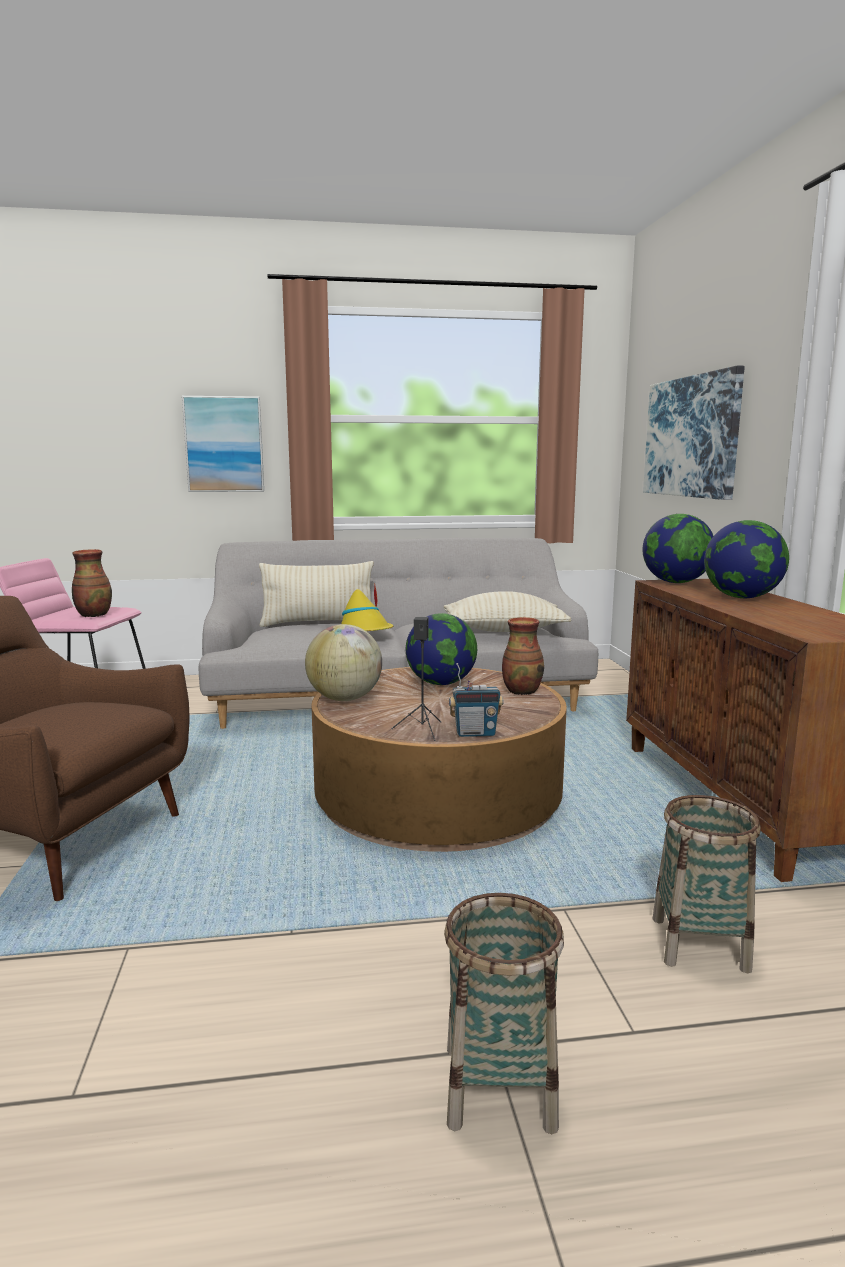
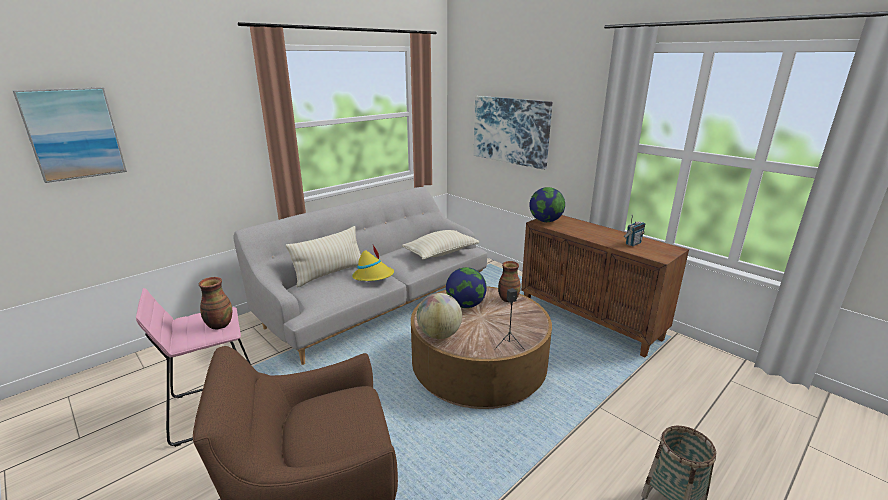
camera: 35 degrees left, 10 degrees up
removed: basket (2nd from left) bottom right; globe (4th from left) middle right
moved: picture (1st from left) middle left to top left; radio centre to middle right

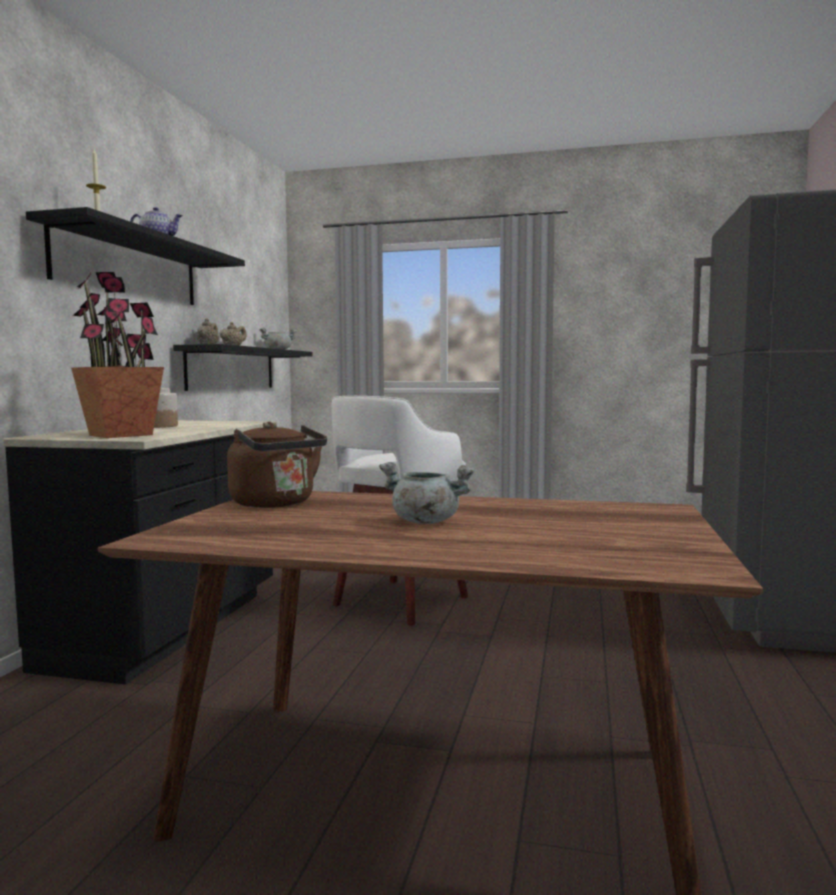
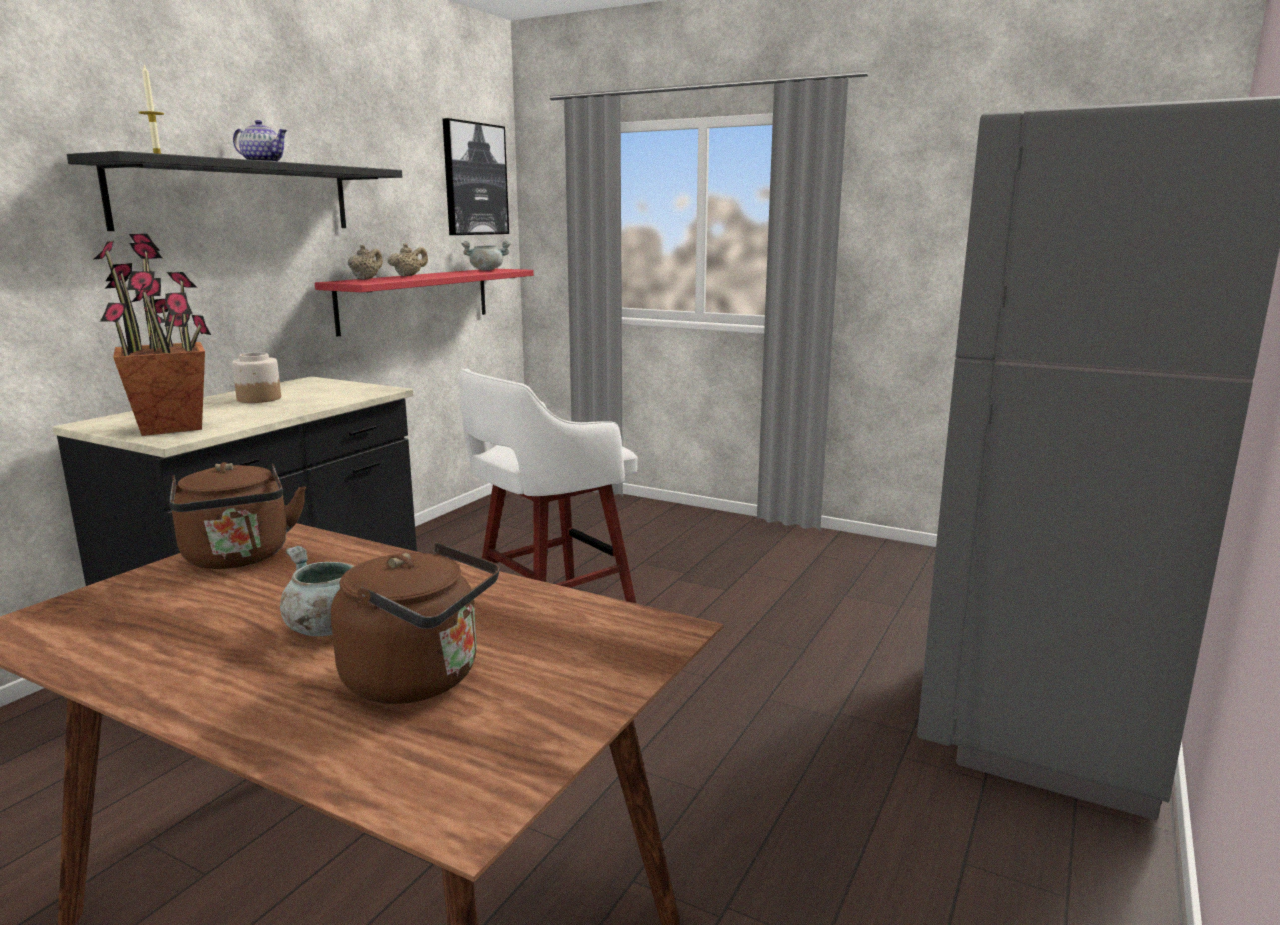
camera: 15 degrees right, 10 degrees up
added: kettle (brown) (2nd from left) bottom left; picture top centre
recoloured: shelf (black) (2nd from left) middle left to shelf (red) top left

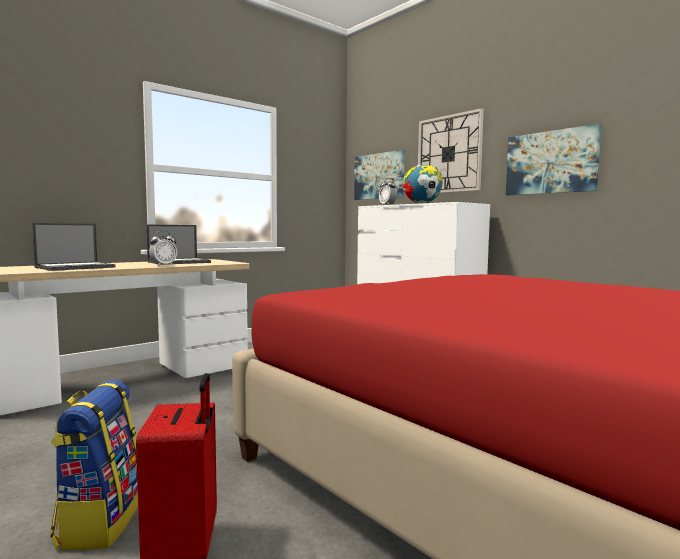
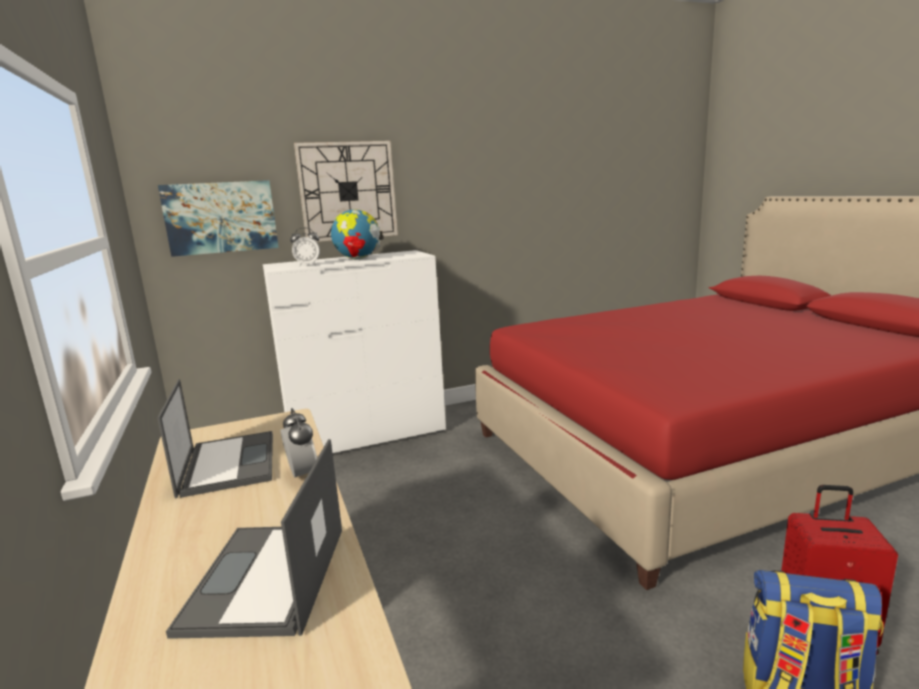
camera: 70 degrees left, 10 degrees up
removed: picture (2nd from left) top right
turned: laptop (1st from left in the first image) middle left = bottom left 150 degrees counterclockwise

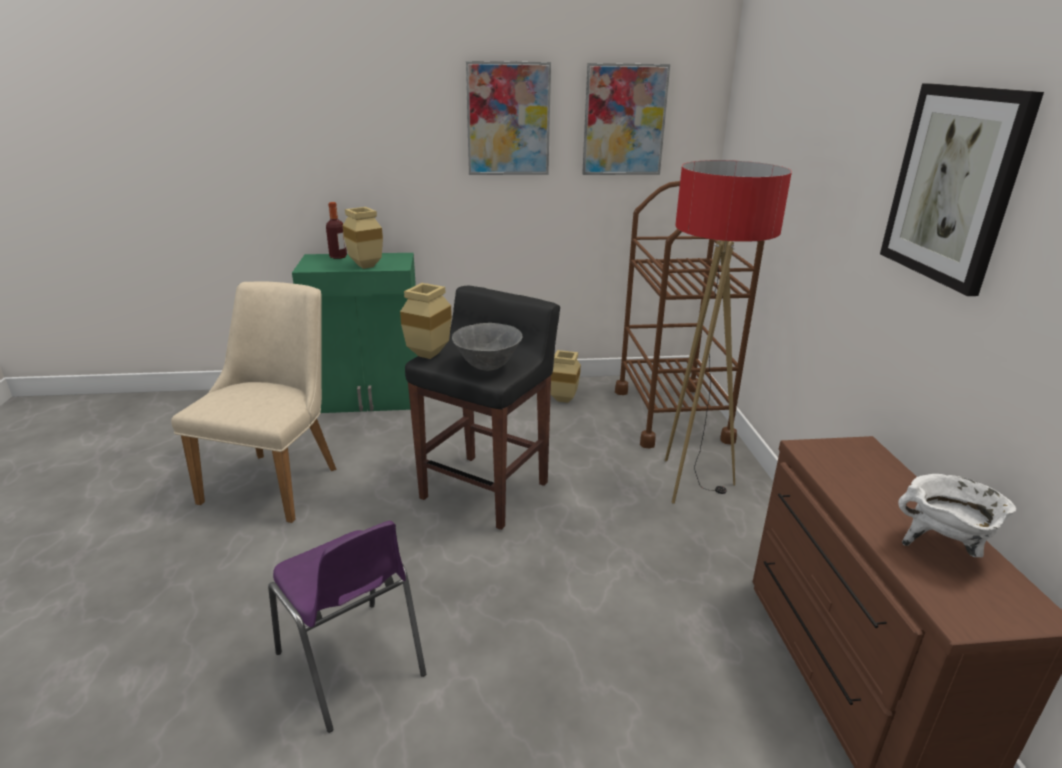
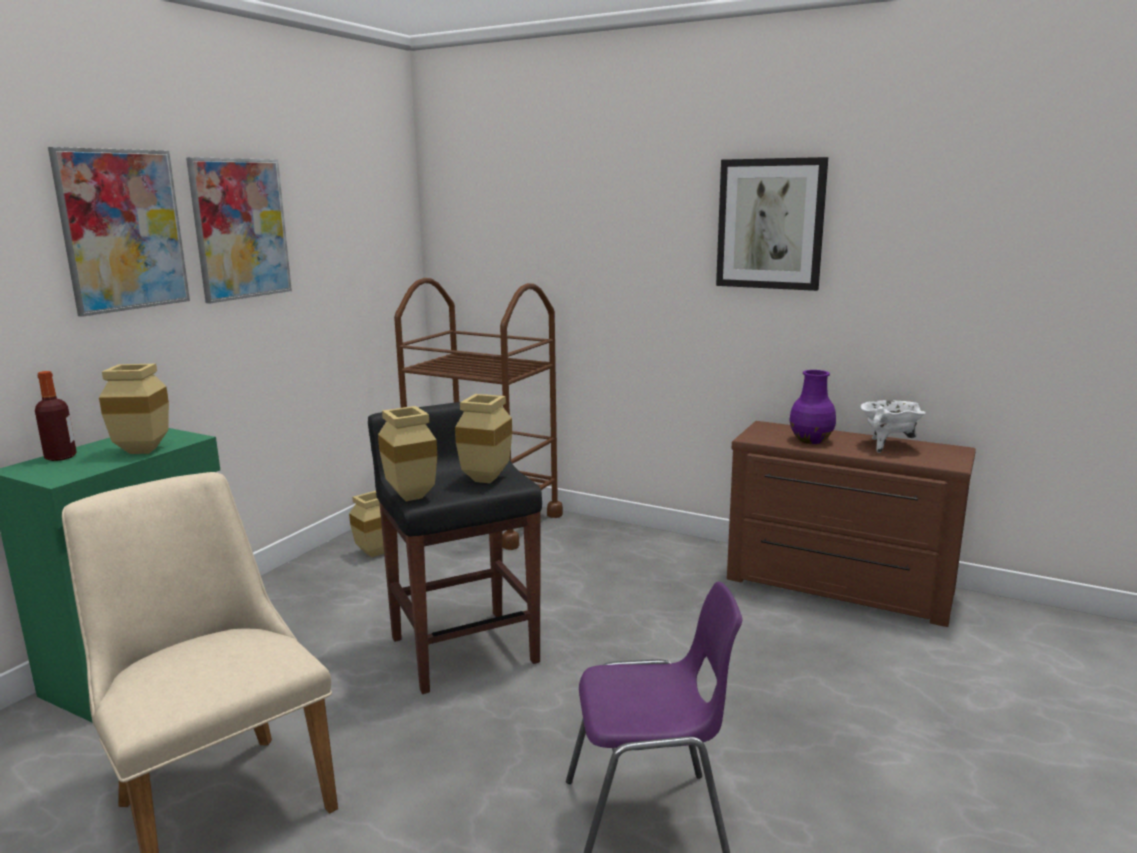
camera: 55 degrees left, 10 degrees down
removed: floor lamp middle right
added: vase (purple) middle right
moved: picture (2nd from left in the first image) top centre to picture (1st from left) top left
replaced: bowl (grey) centre to vase (beige) (4th from left) centre

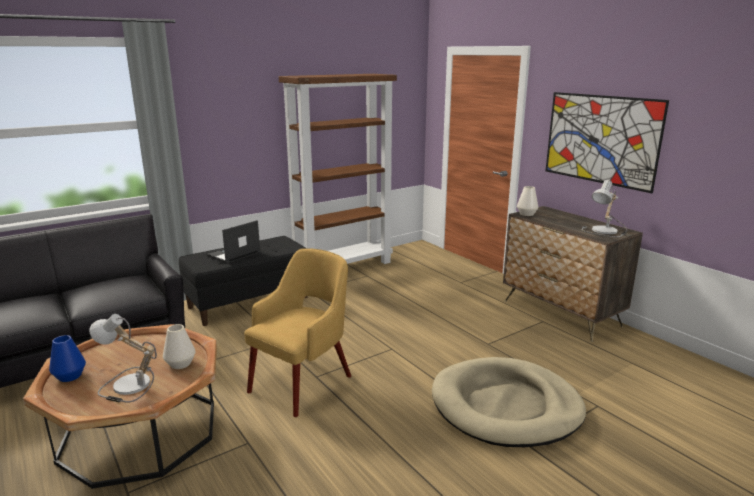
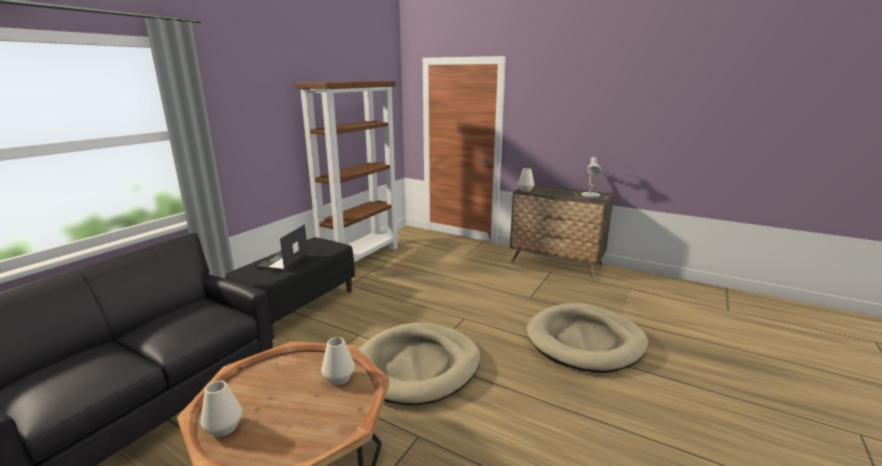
camera: 25 degrees left, 0 degrees up
removed: table lamp (1st from left) bottom left; picture top right
replaced: armchair (yellow) bottom centre to dog bed (beige) (1st from left) bottom centre
recoloured: vase (blue) bottom left to vase (white) (1st from left) bottom left

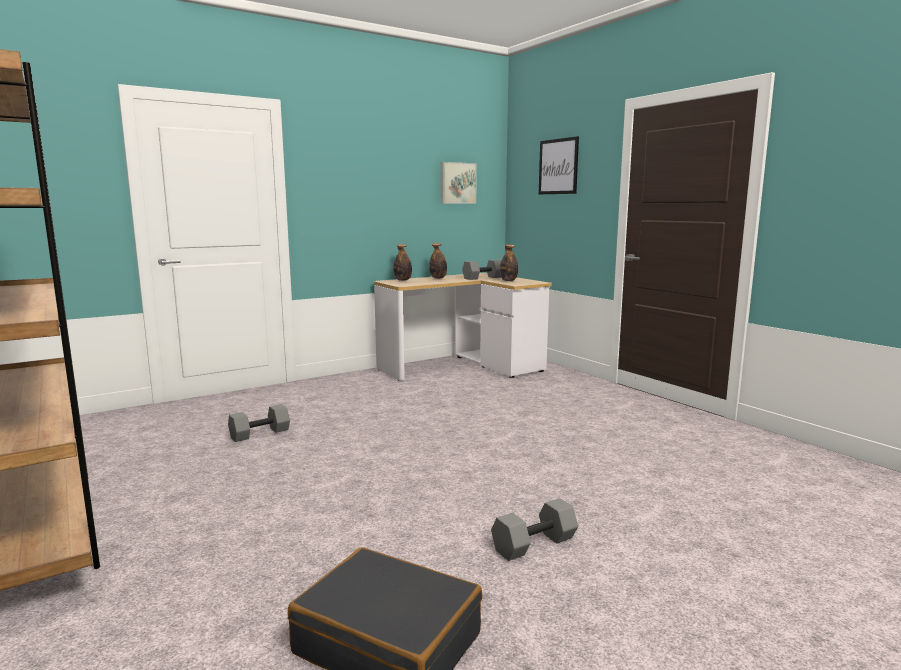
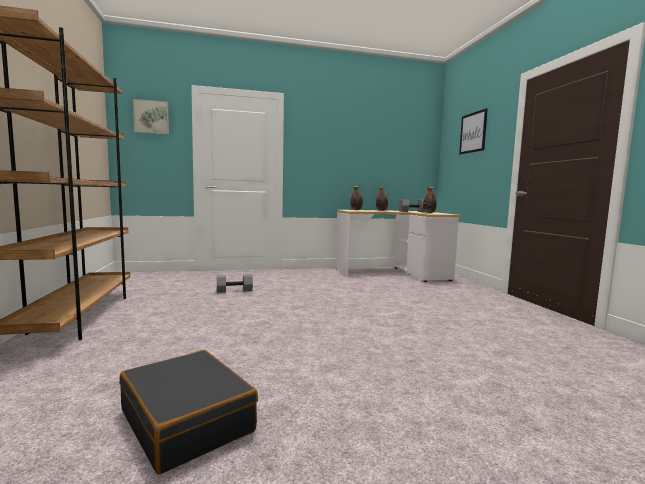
camera: 20 degrees right, 5 degrees down
removed: dumbbell (grey) (3rd from left) bottom centre
moved: picture (1st from left) top centre to top left

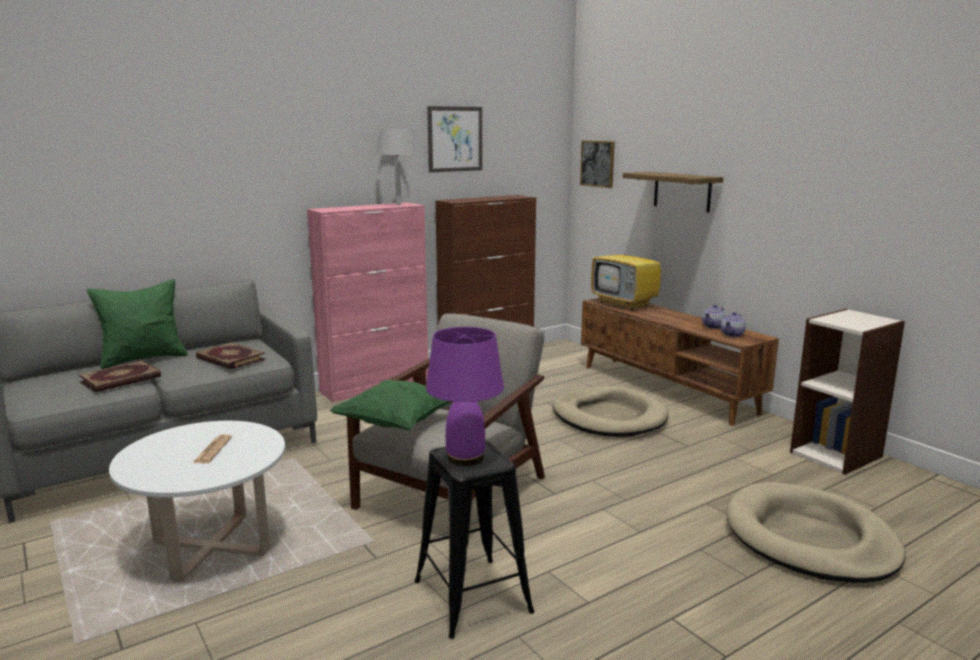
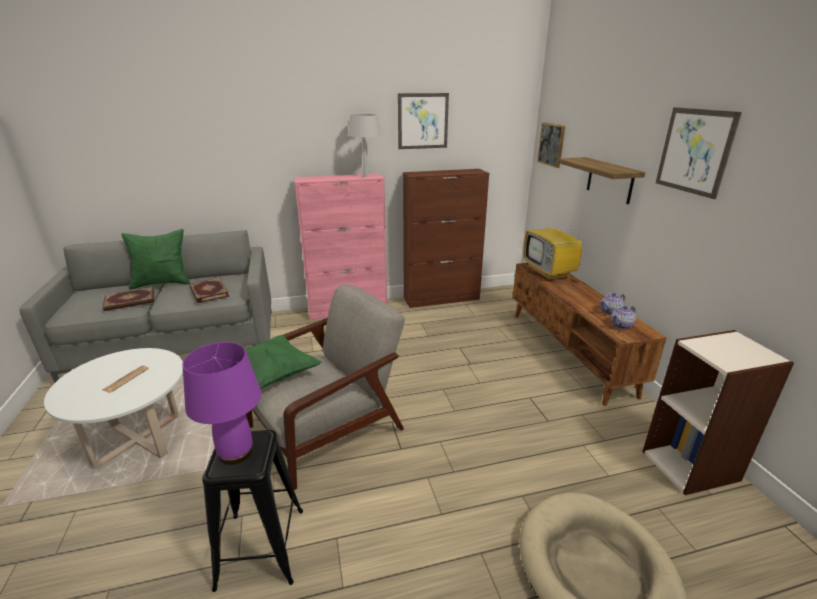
camera: 20 degrees right, 10 degrees up
removed: dog bed (beige) (1st from left) centre
added: picture (3rd from left) top right

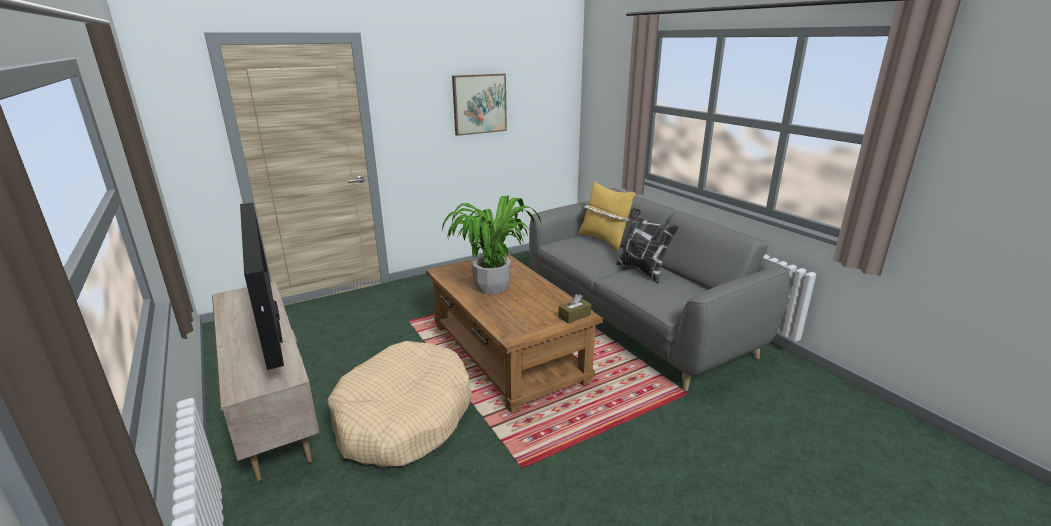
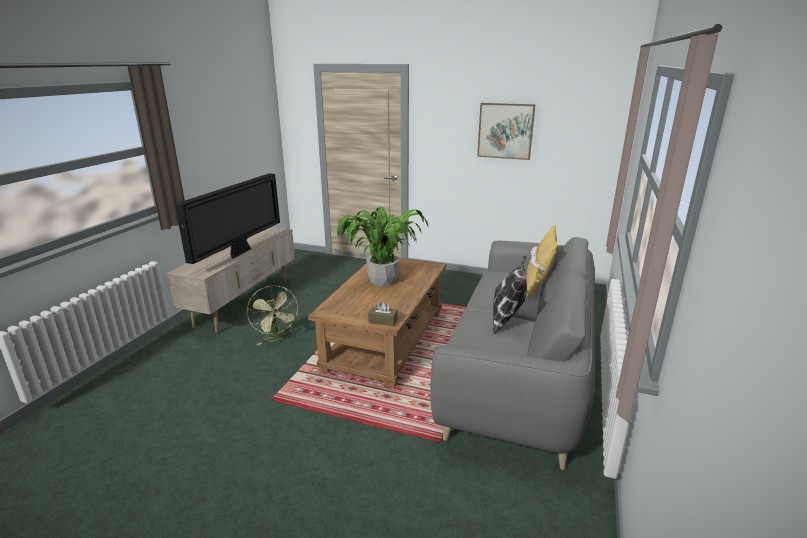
camera: 50 degrees right, 0 degrees up
replaced: dog bed (beige) bottom centre to fan (green) centre

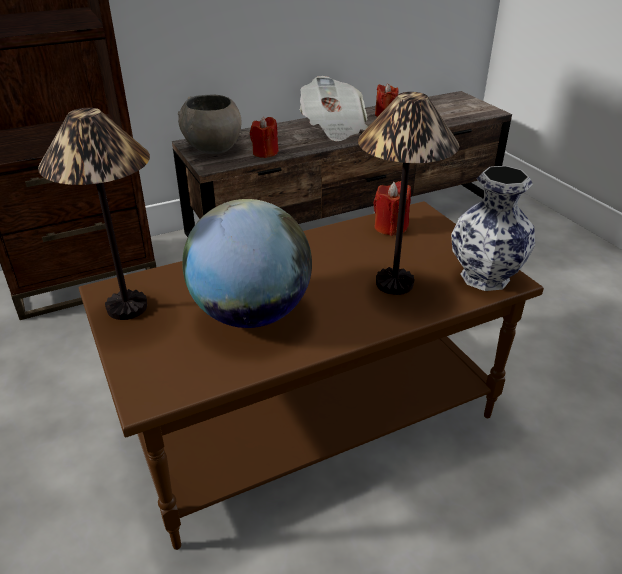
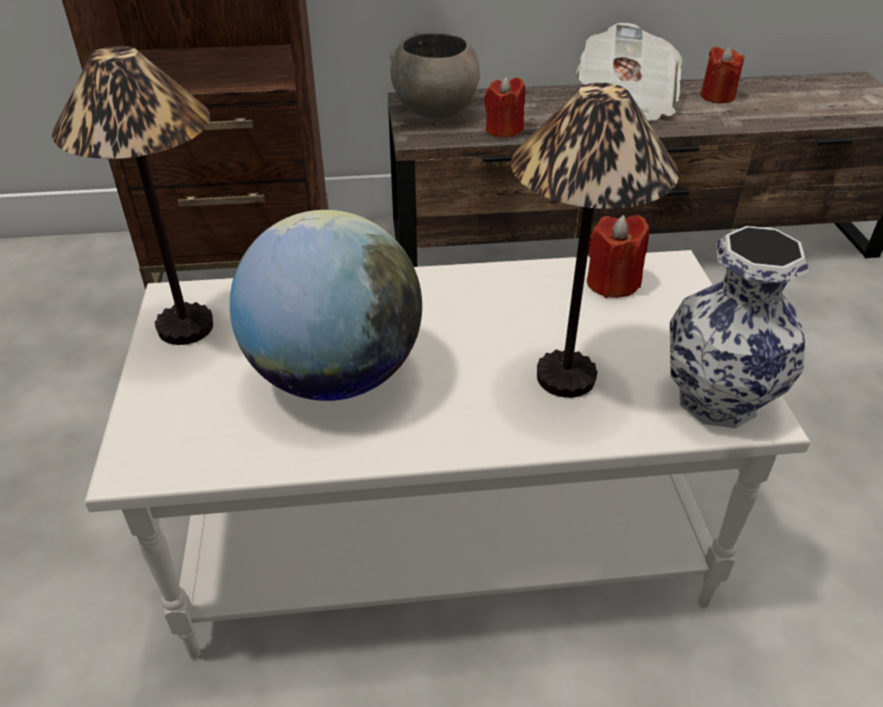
camera: 20 degrees right, 5 degrees up
recoloured: coffee table (brown) centre to coffee table (white) centre

